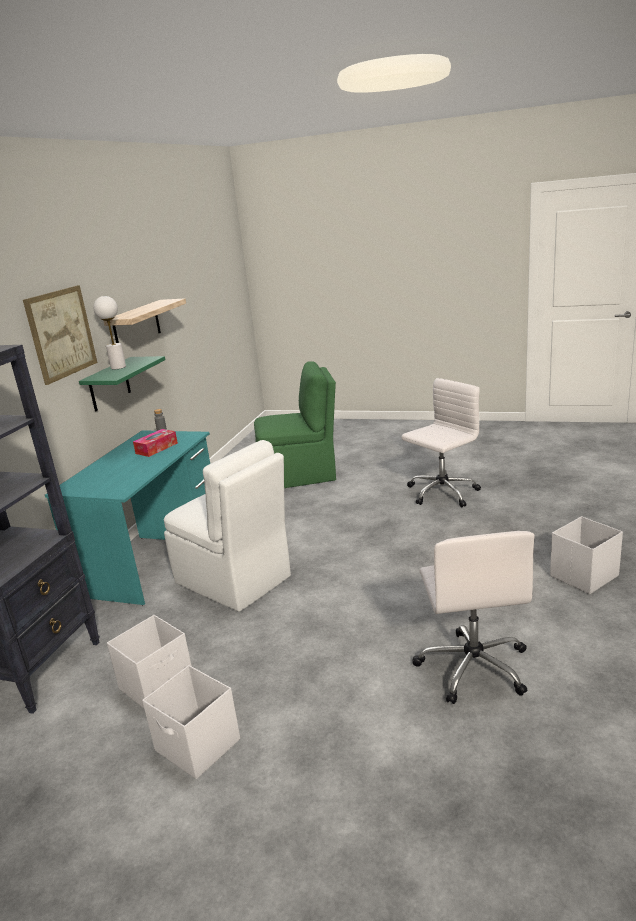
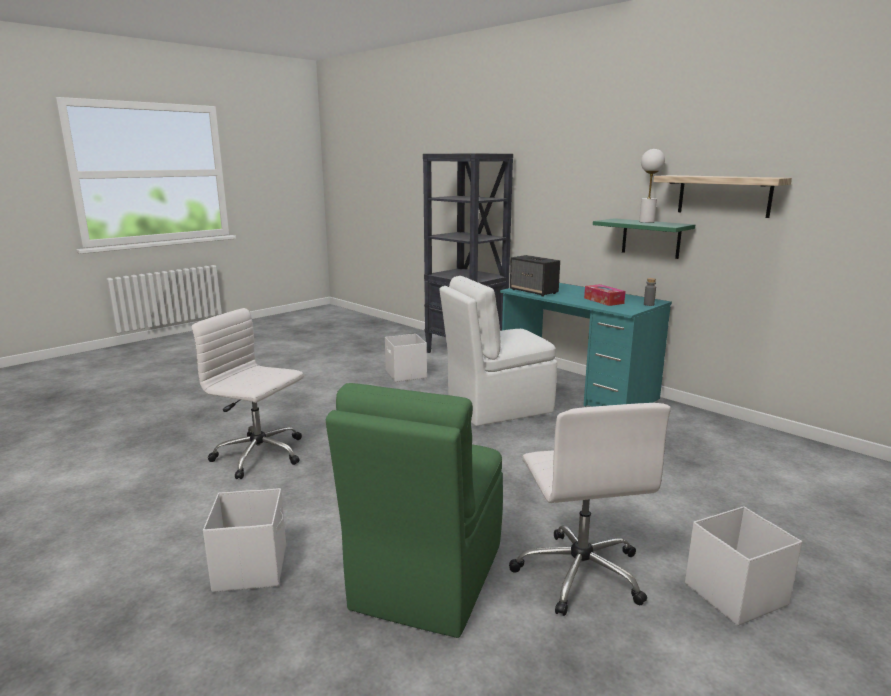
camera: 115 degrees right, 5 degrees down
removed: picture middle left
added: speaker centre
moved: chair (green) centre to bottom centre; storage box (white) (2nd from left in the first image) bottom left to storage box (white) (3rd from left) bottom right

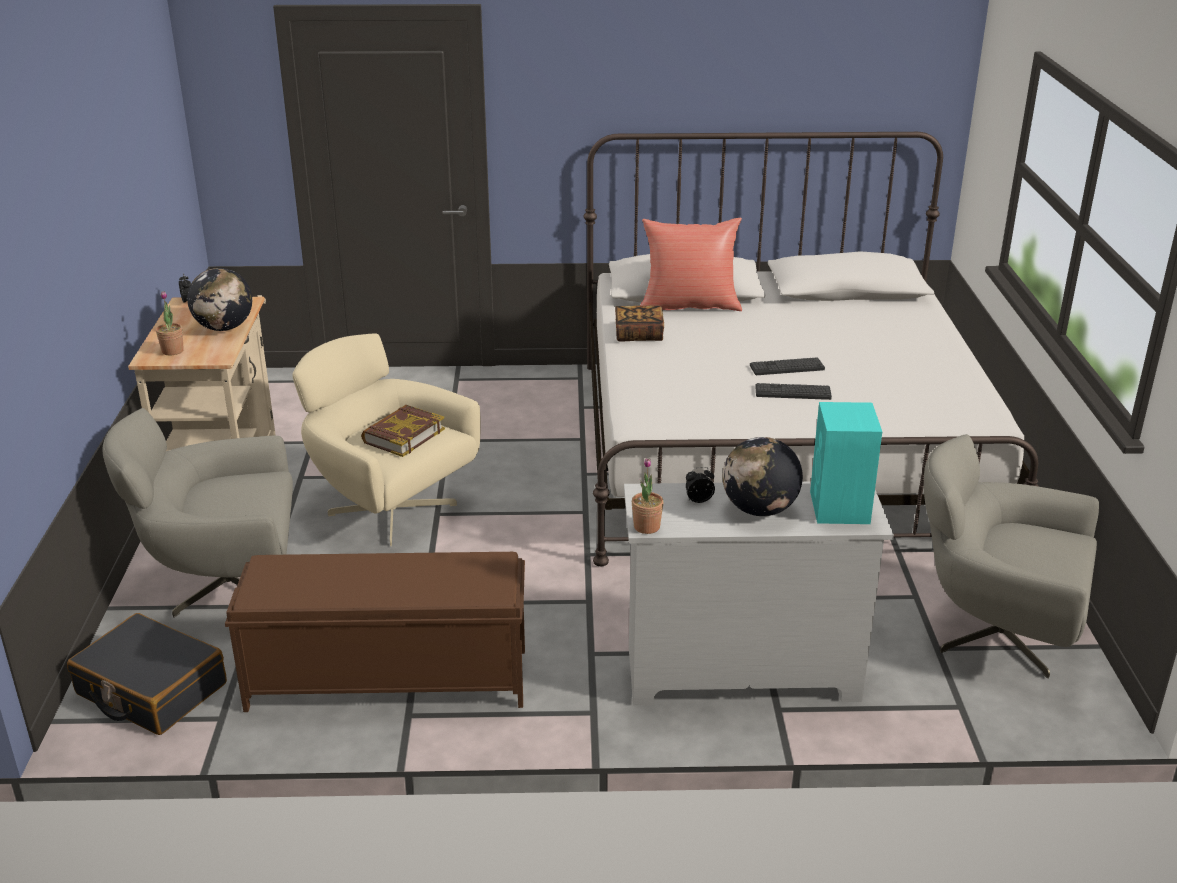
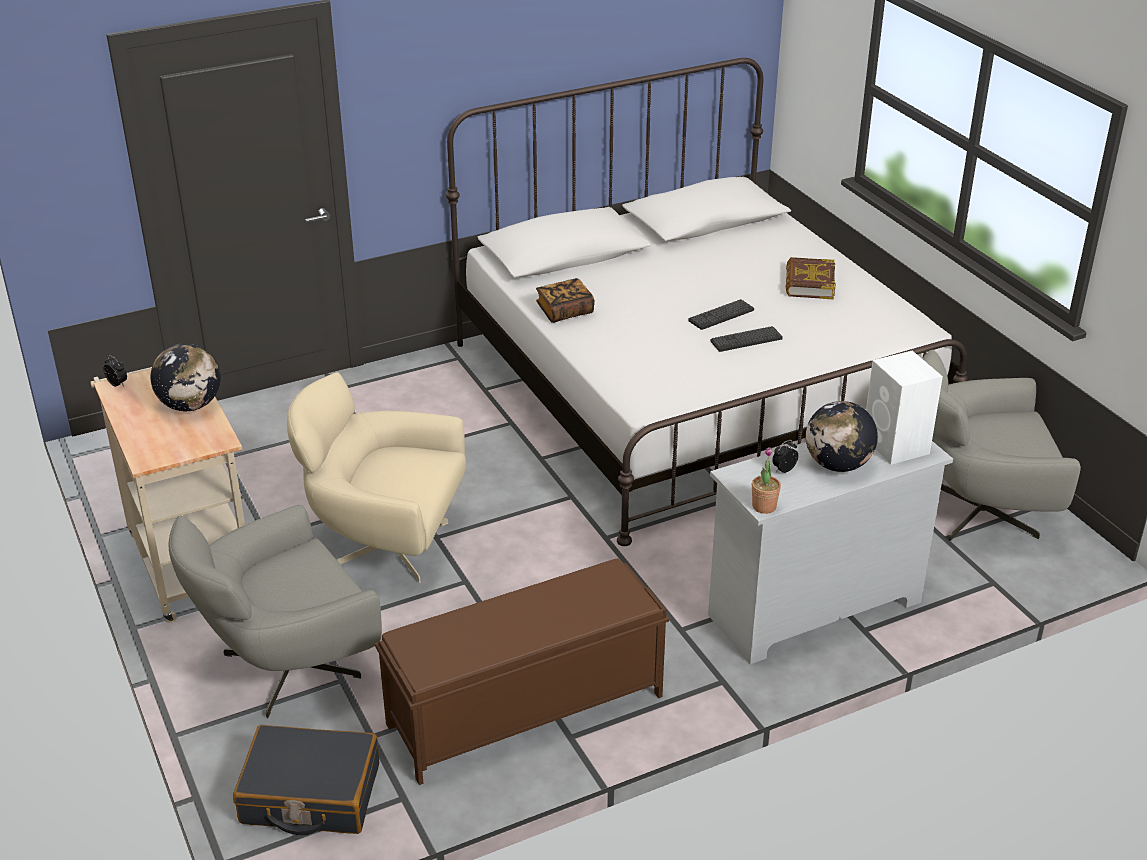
camera: 25 degrees left, 5 degrees up
removed: potted plant (1st from left) middle left; pillow (red) top centre
moved: book (1st from left in the first image) centre to book (2nd from left) top right
recoloured: speaker (turquoise) middle right to speaker (white) middle right

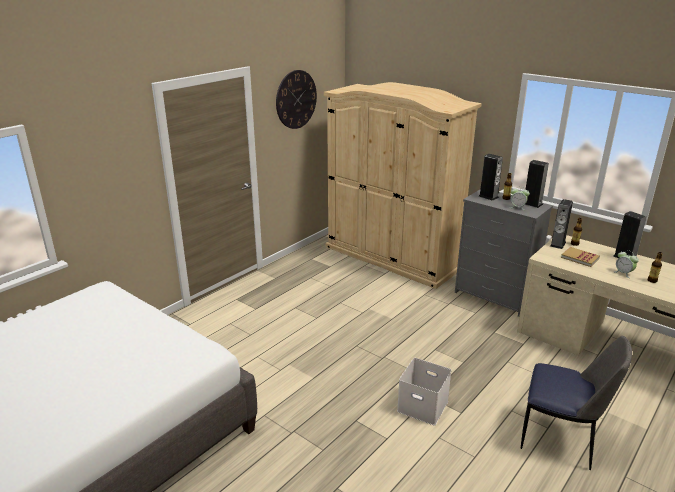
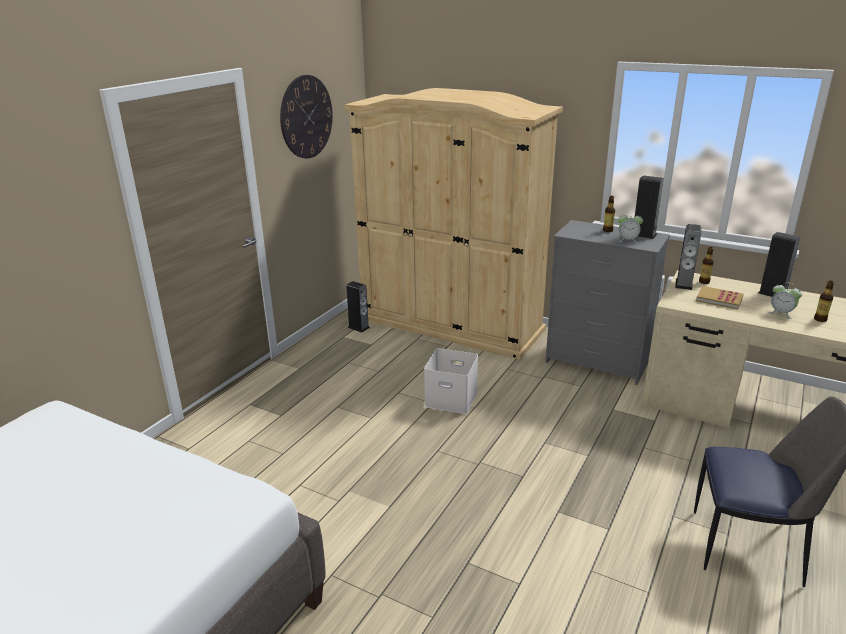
camera: 10 degrees left, 0 degrees up
moved: speaker (1st from left) middle right to centre; storage box (white) bottom centre to centre

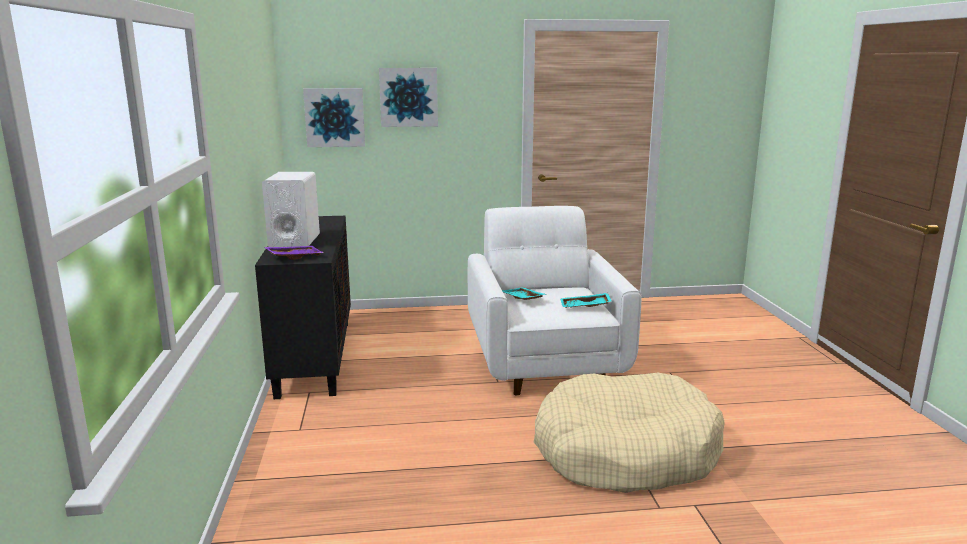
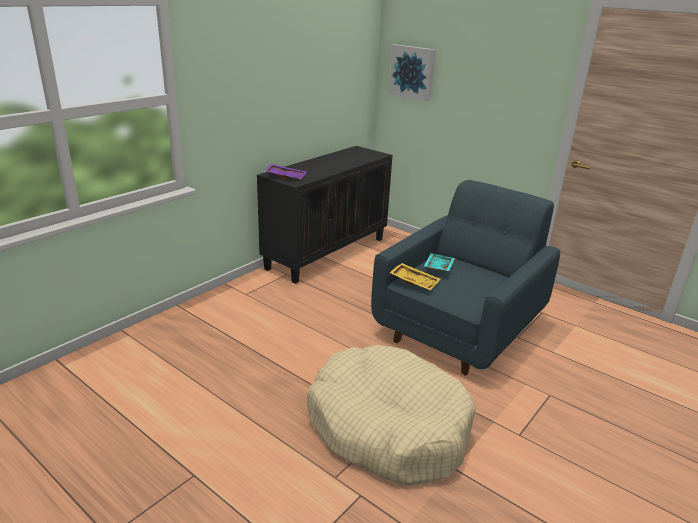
camera: 45 degrees right, 10 degrees up
removed: speaker (white) middle left; picture (2nd from left) top centre; tray (turquoise) (2nd from left) centre
added: tray (yellow) centre
recoloured: armchair (white) centre to armchair (blue) centre

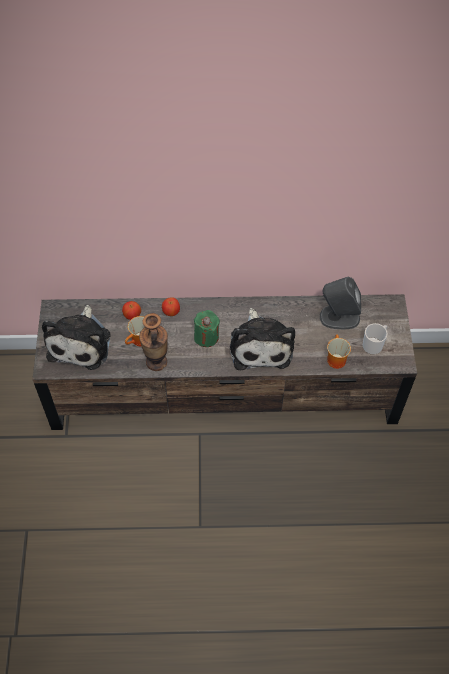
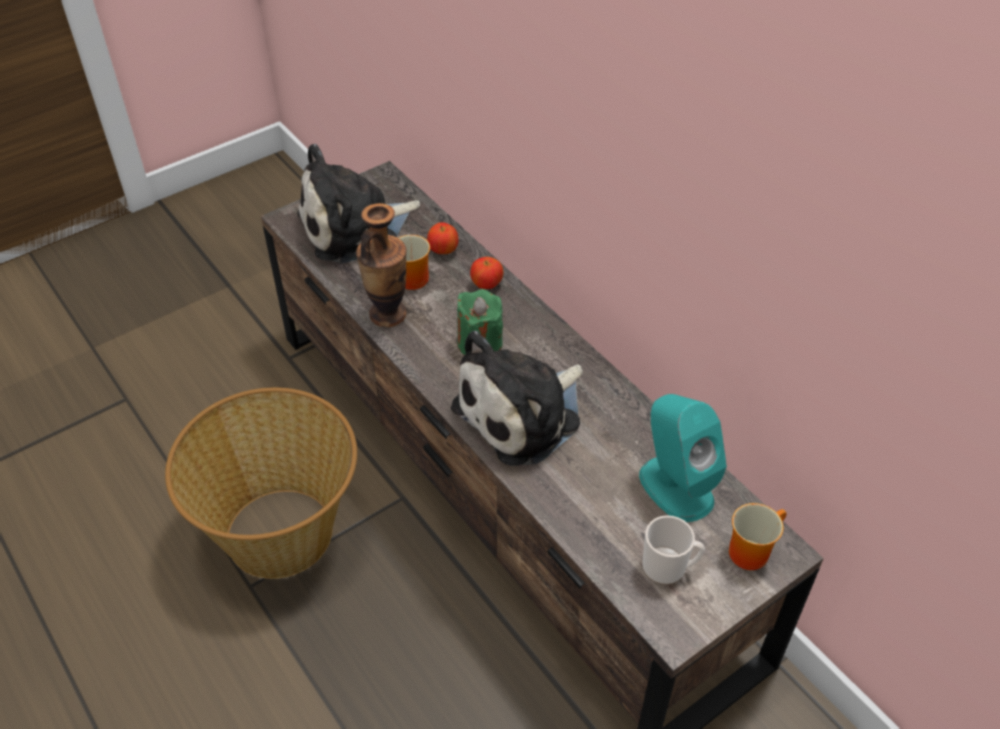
camera: 55 degrees right, 10 degrees down
added: basket middle left
moved: mug (2nd from left in the first image) middle right to mug (3rd from left) bottom right
recoloured: speaker (grey) middle right to speaker (turquoise) middle right

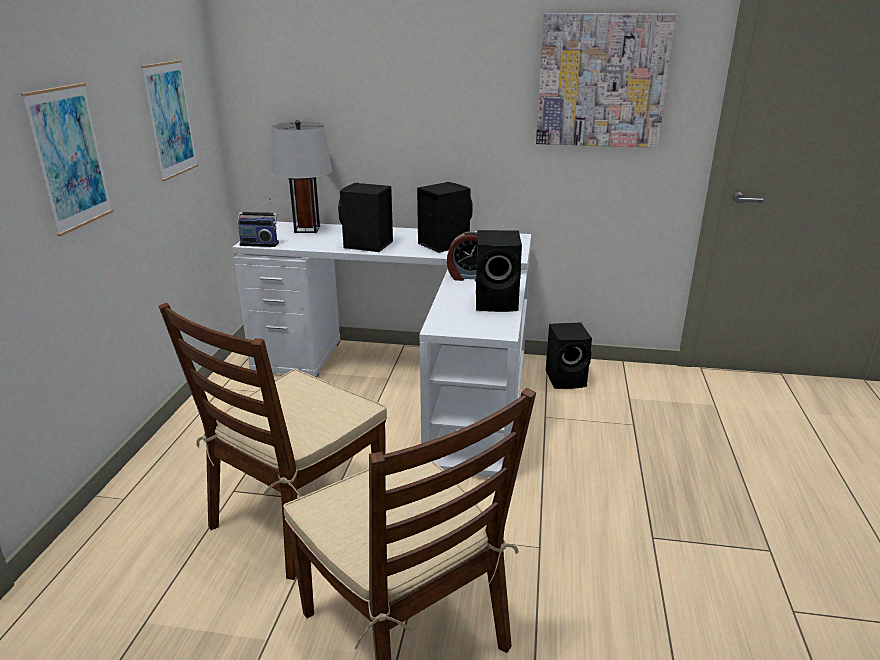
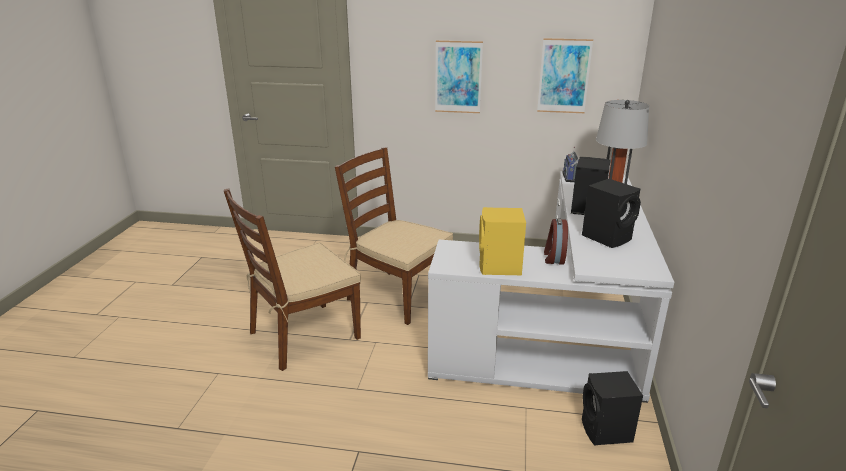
camera: 90 degrees right, 0 degrees up
removed: picture (3rd from left) top right
recoloured: speaker (black) (3rd from left) centre to speaker (yellow) centre

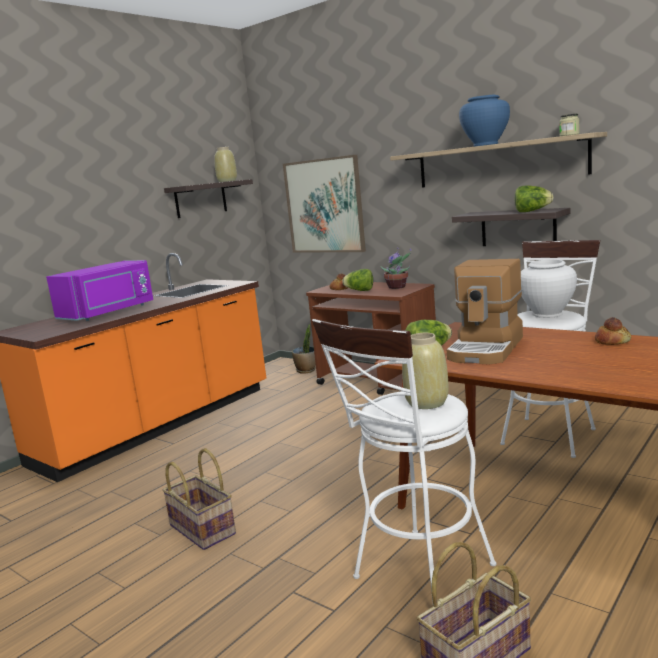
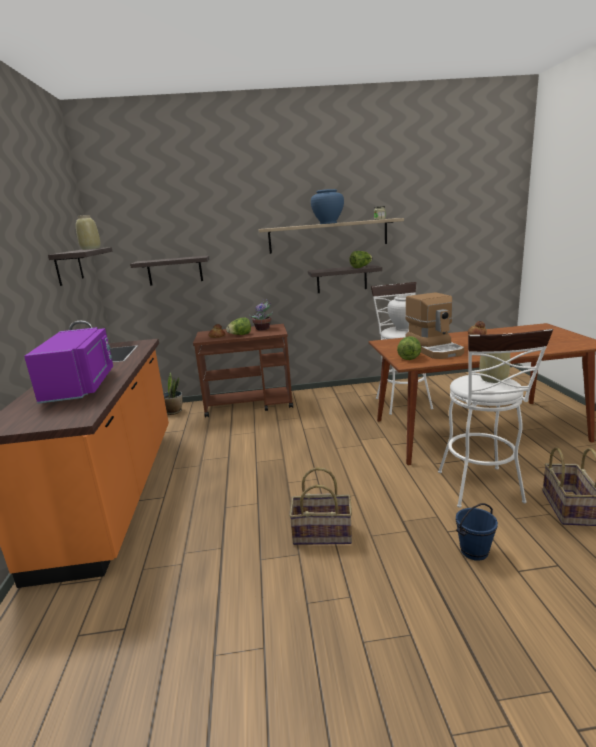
camera: 45 degrees left, 5 degrees up
added: bucket (blue) bottom right
replaced: picture top centre to shelf (2nd from left) middle left

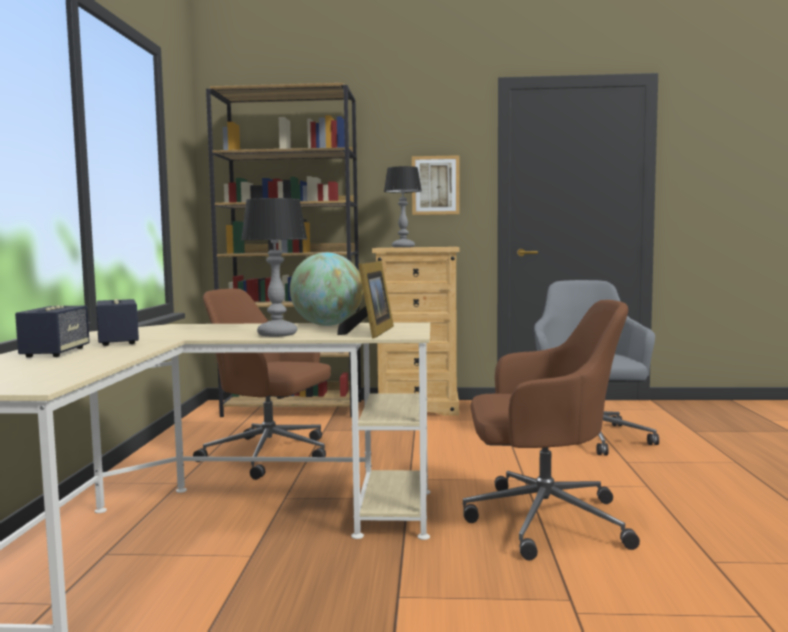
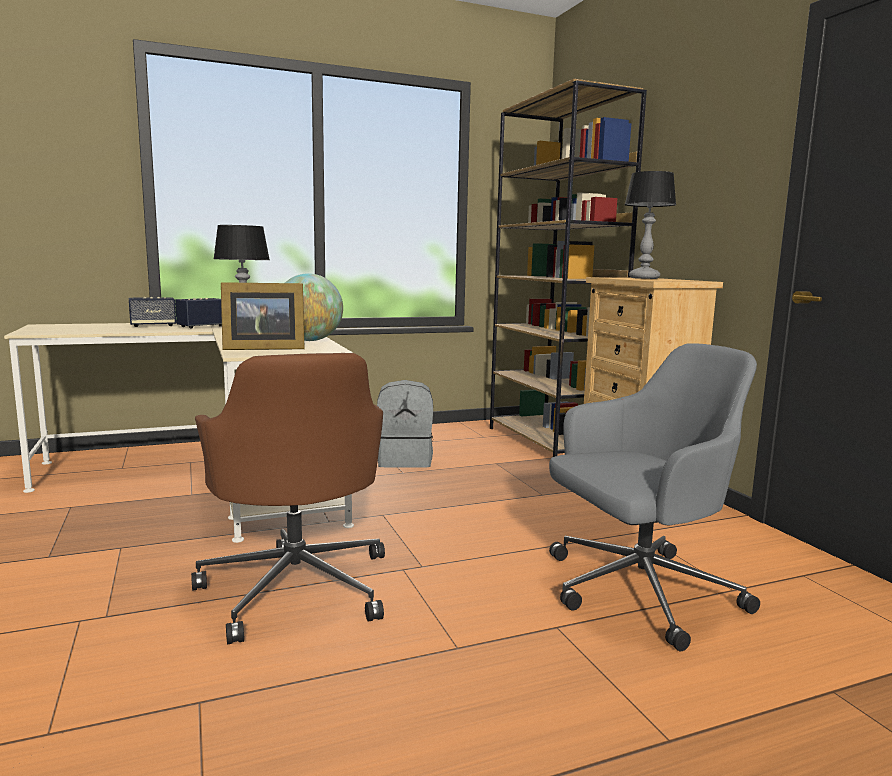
camera: 65 degrees right, 5 degrees up
removed: picture top centre
replaced: office chair (brown) (1st from left) middle left to backpack (grey) centre

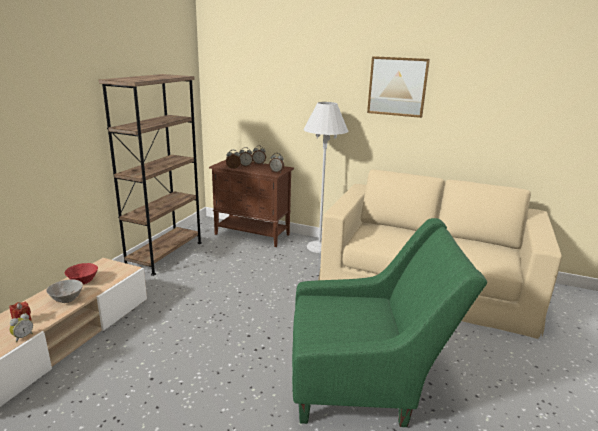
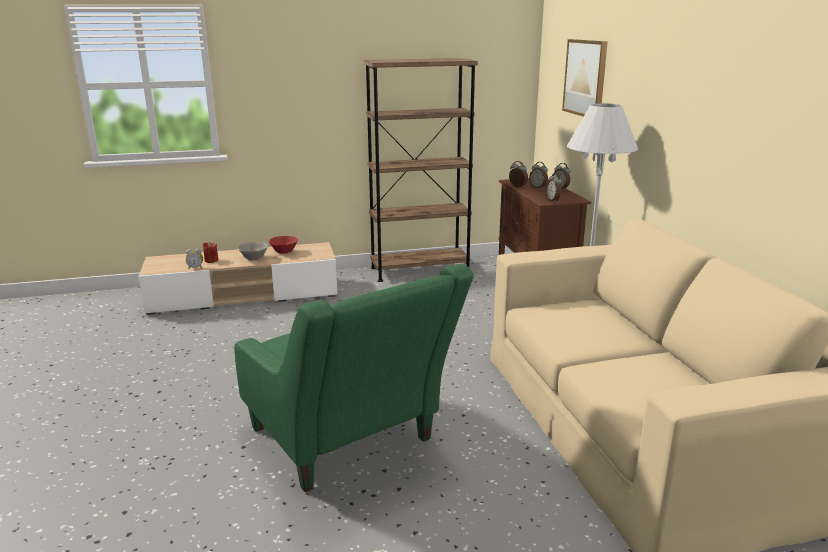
camera: 55 degrees right, 0 degrees up
moved: picture top centre to top right

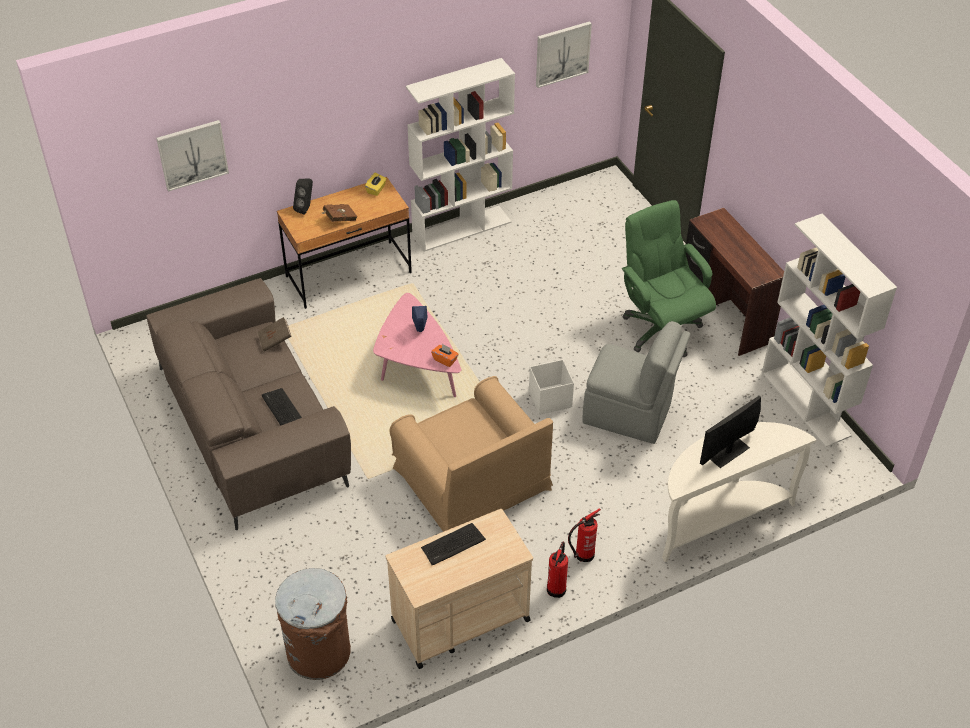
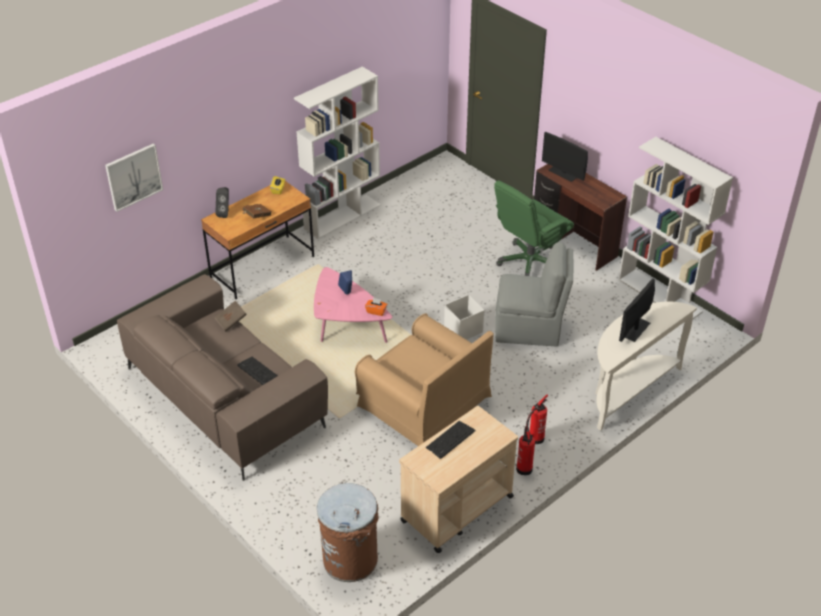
camera: 15 degrees left, 5 degrees down
removed: picture (2nd from left) top centre
added: monitor (1st from left) top right
turned: office chair (green) middle right = centre 90 degrees counterclockwise

